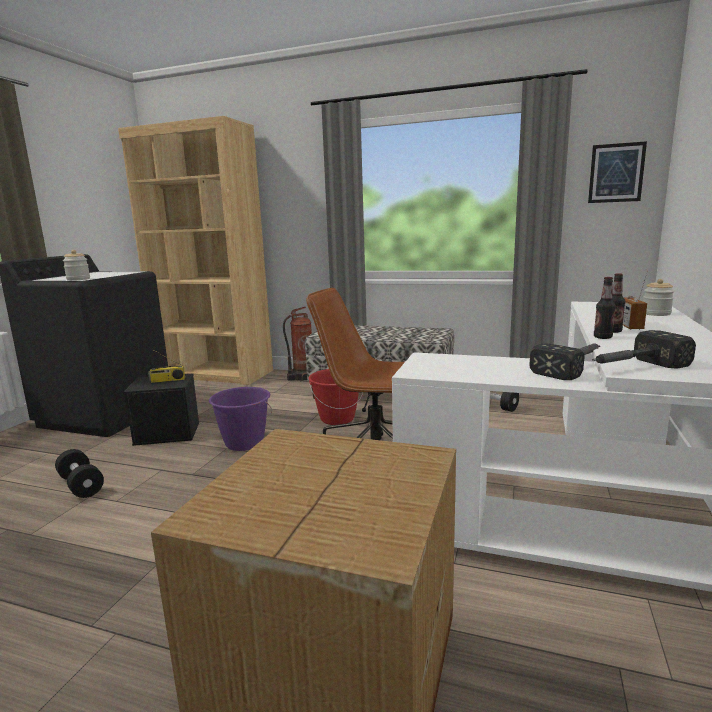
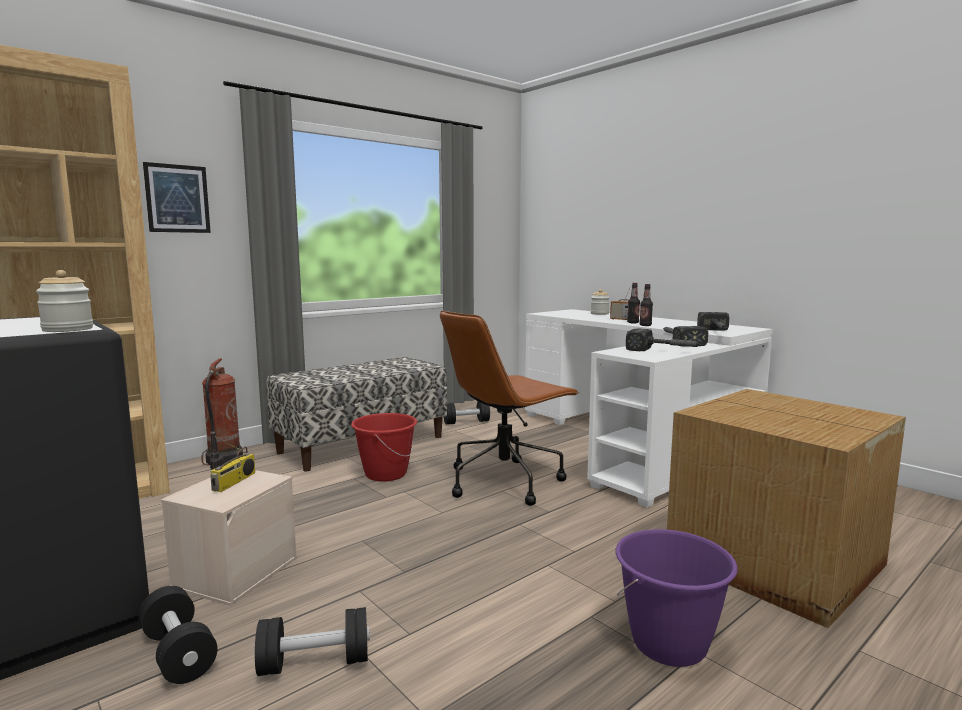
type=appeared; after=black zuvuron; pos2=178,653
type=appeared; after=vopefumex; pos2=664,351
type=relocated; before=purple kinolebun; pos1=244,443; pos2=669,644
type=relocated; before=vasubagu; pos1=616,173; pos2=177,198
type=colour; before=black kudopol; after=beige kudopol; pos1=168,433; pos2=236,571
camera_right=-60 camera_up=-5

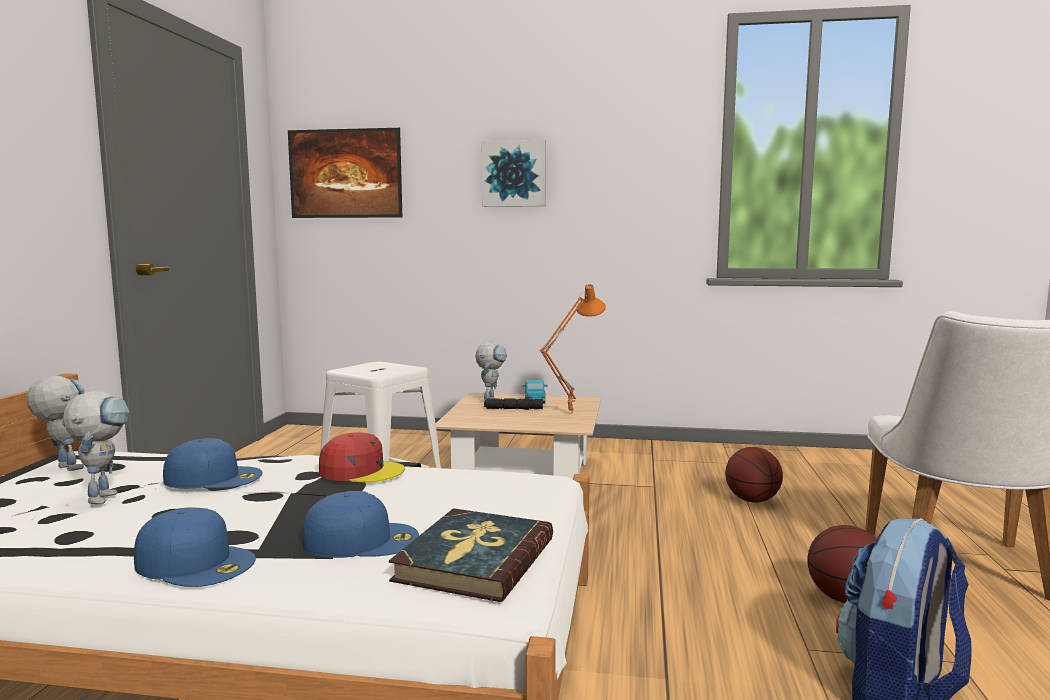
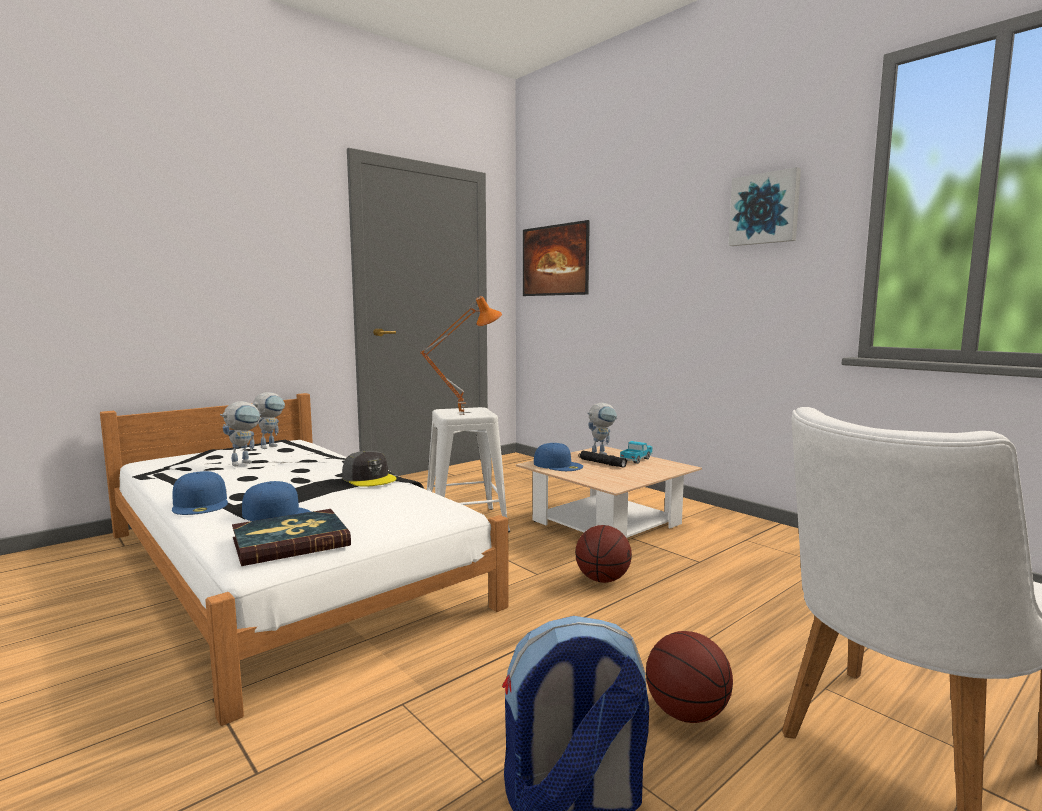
type=relocated; before=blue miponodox; pos1=214,477; pos2=558,465
type=relocated; before=vasubagu; pos1=514,174; pos2=765,209
type=relocated; before=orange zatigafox; pos1=569,413; pos2=462,414
type=relocated; before=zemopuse; pos1=752,500; pos2=602,579
type=colour; before=red miponodox; after=grey miponodox; pos1=361,471; pos2=369,478
type=spun; before=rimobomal; pos1=63,467; pos2=271,446; turn=45
camera_right=40 camera_up=0

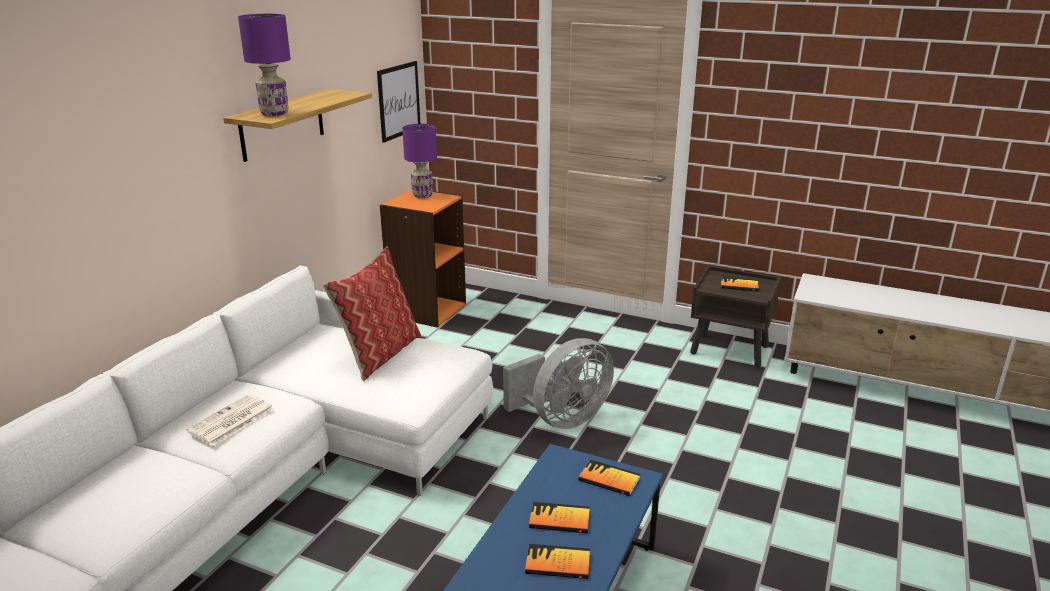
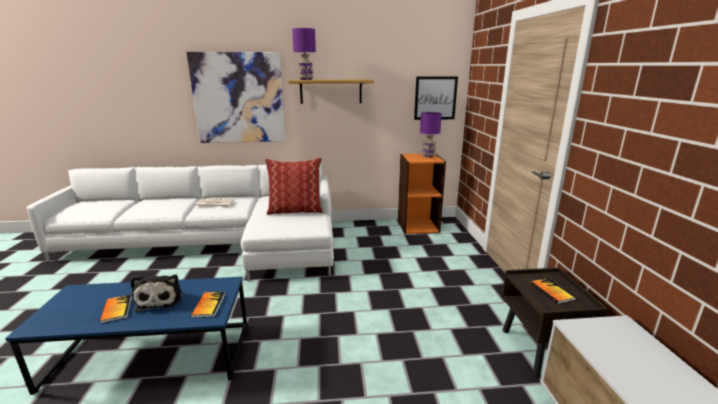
type=missing; before=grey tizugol; pos1=562,419
type=appeared; after=vasubagu; pos2=239,98
type=exchanged; before=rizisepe; after=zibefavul; pos1=559,519; pos2=161,299
camera_right=60 camera_up=-5

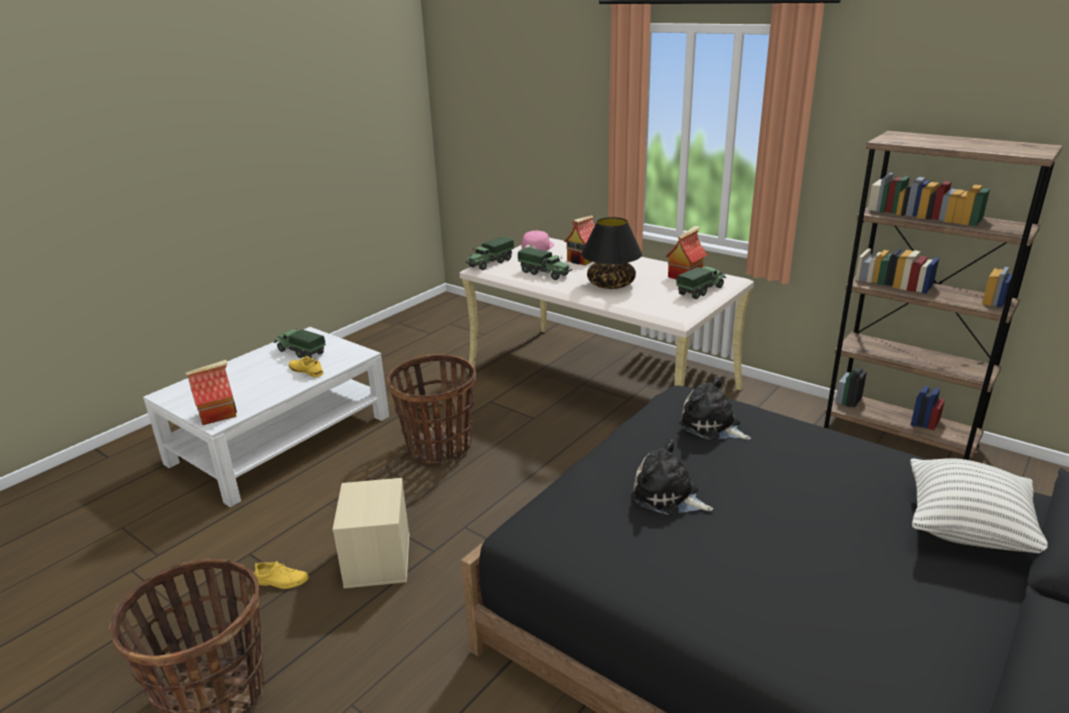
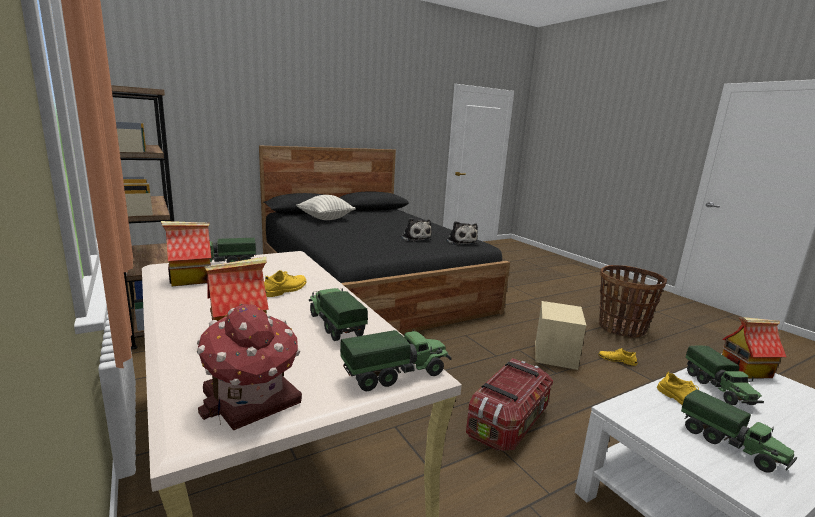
type=appeared; after=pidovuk; pos2=718,389
type=relocated; before=zibefavul; pos1=712,426; pos2=460,242
type=exchanged; before=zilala; after=kudopol; pos1=439,447; pos2=508,422
type=exchanged; before=pink miponodox; after=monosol; pos1=537,247; pos2=252,400
type=exchanged; before=black zatigafox; after=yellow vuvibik; pos1=611,284; pos2=285,289
camera_right=-160 camera_up=-10

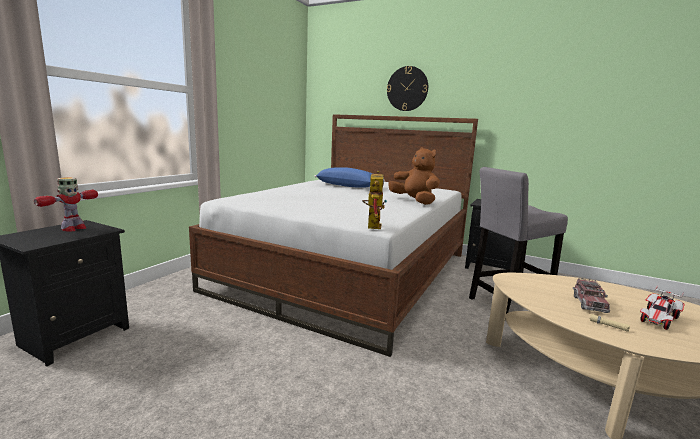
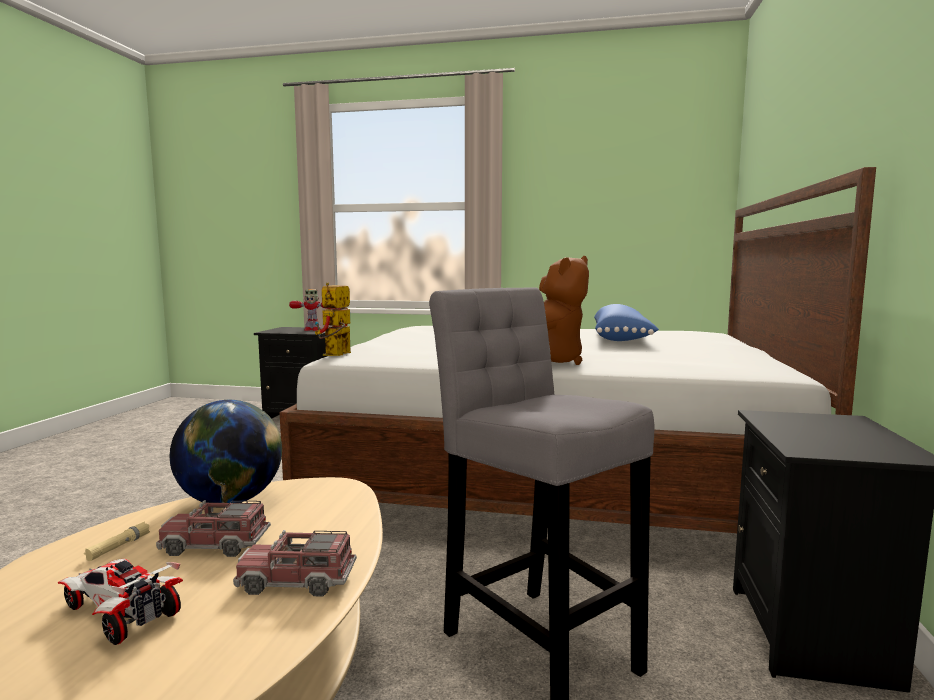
type=missing; before=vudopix; pos1=407,88
type=appeared; after=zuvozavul; pos2=231,502
type=appeared; after=pidovuk; pos2=297,581
type=spun; before=rimobomal; pos1=372,225; pos2=336,355; turn=120
camera_right=75 camera_up=-5

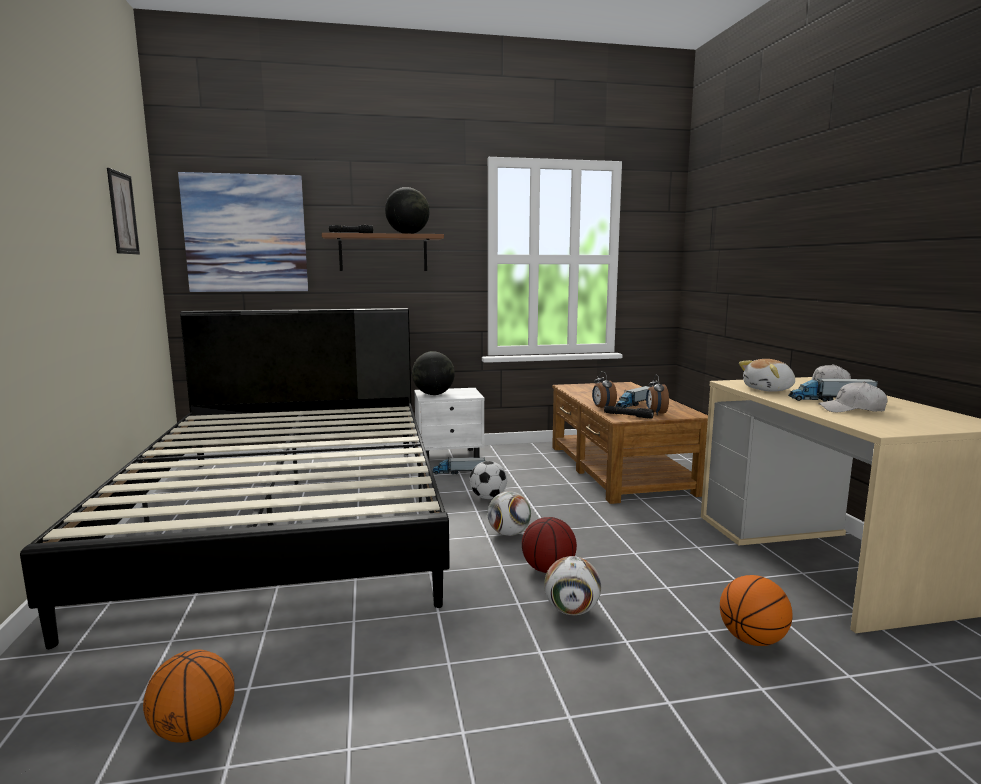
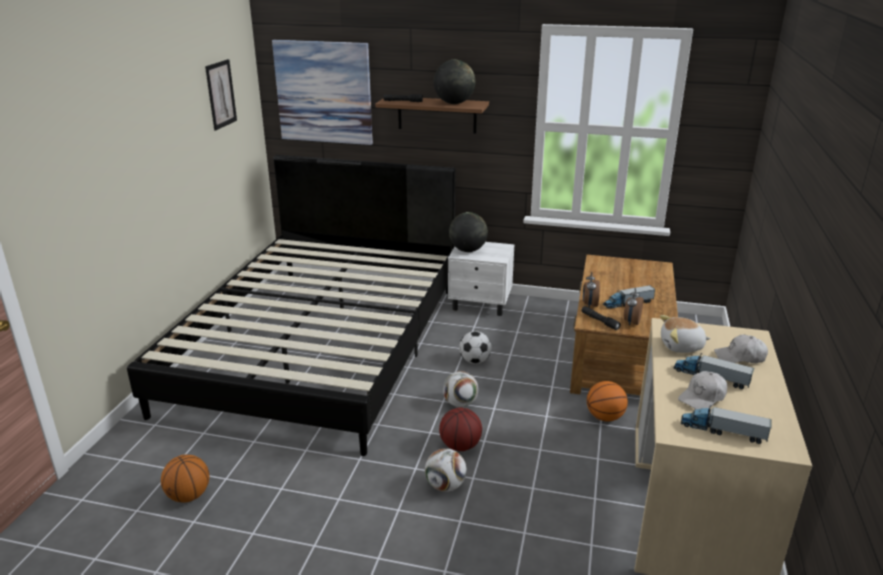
type=relocated; before=pidovuk; pos1=458,472; pos2=723,431
type=relocated; before=zemopuse; pos1=752,639; pos2=604,417
type=spun; before=white miponodox; pos1=852,410; pos2=702,397; turn=-75
camera_right=25 camera_up=15

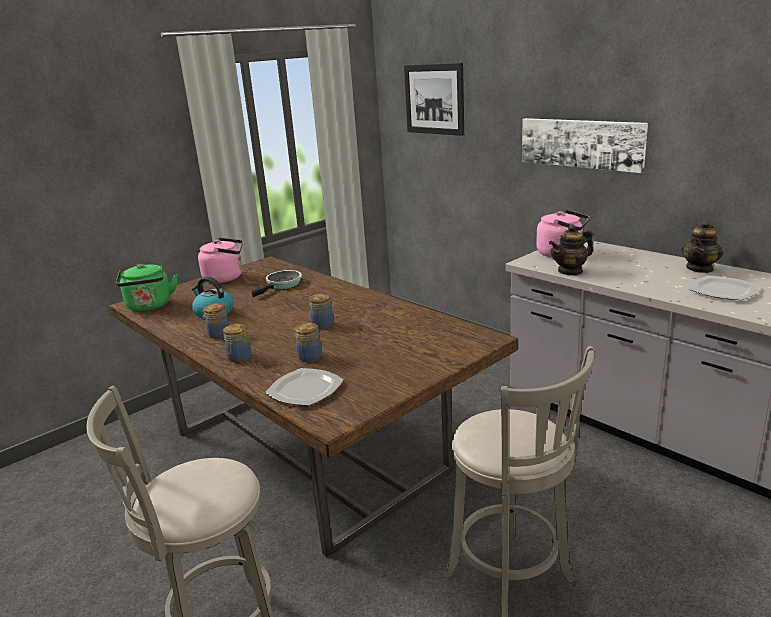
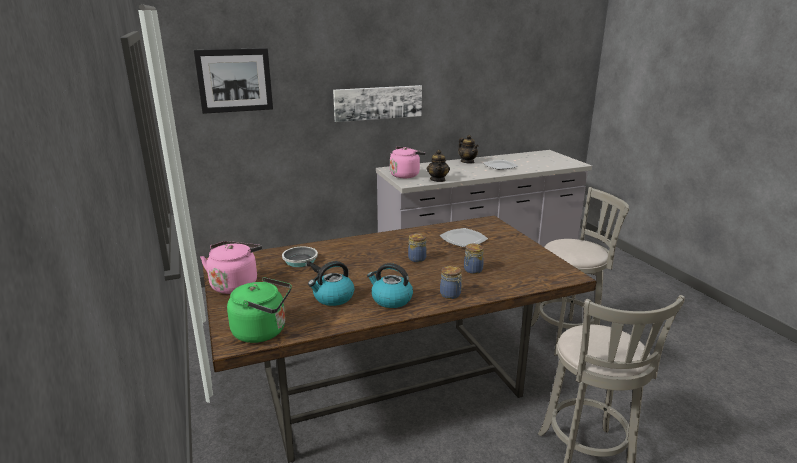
type=relocated; before=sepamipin; pos1=306,389; pos2=463,239
type=exchanged; before=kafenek; after=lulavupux; pos1=218,334; pos2=391,299
camera_right=-70 camera_up=0

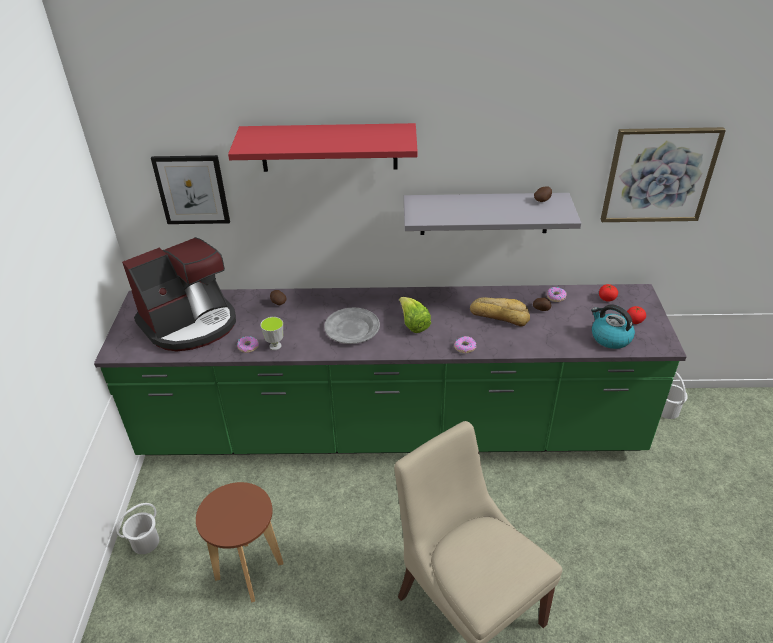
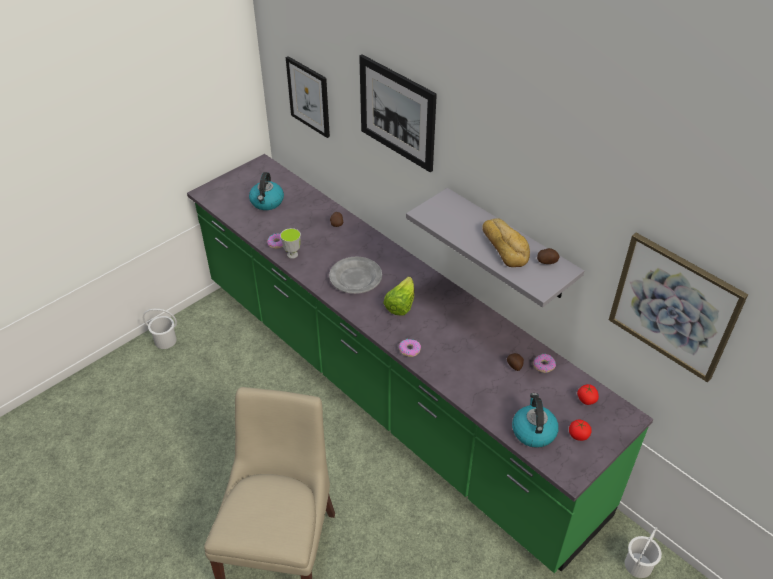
type=missing; before=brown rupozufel; pos1=249,571
type=relocated; before=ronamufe; pos1=499,315; pos2=505,246
type=exchanged; before=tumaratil; after=lulavupux; pos1=190,323; pos2=267,202
type=exchanged; before=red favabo; after=vasubagu; pos1=328,147; pos2=397,113
camera_right=45 camera_up=5

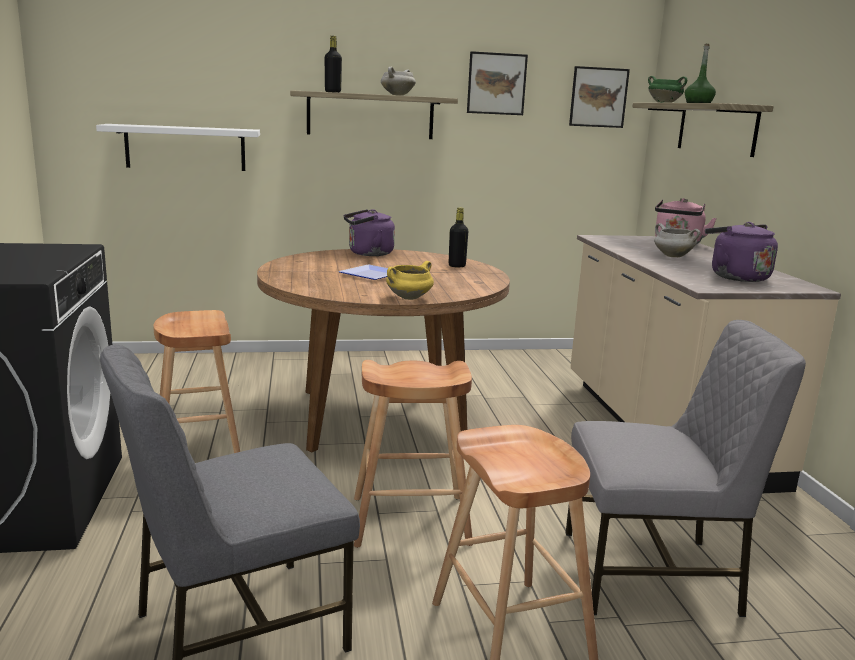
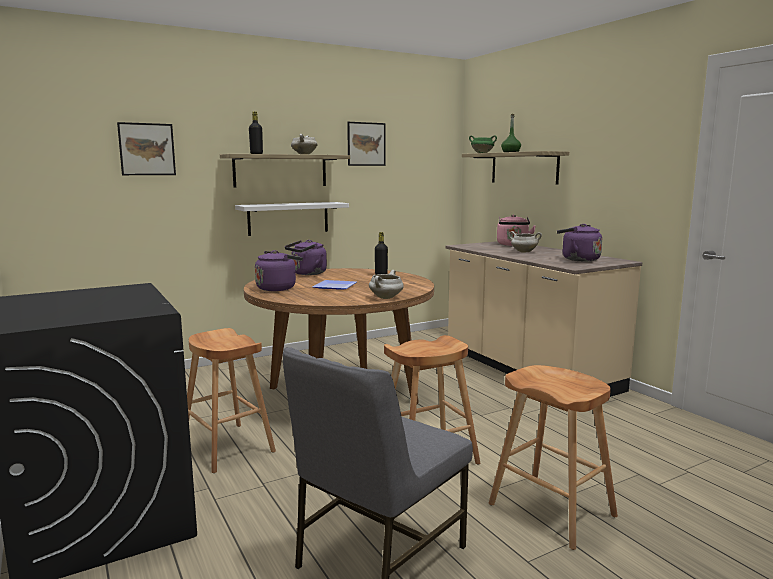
type=missing; before=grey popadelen; pos1=652,574
type=appeared; after=purple lulavupux; pos2=278,288
type=relocated; before=white favabo; pos1=185,148; pos2=288,218
type=relocated; before=vasubagu; pos1=598,97; pos2=147,149
type=colour; before=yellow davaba; after=white davaba; pos1=409,298; pos2=386,298
camera_right=-20 camera_up=-5

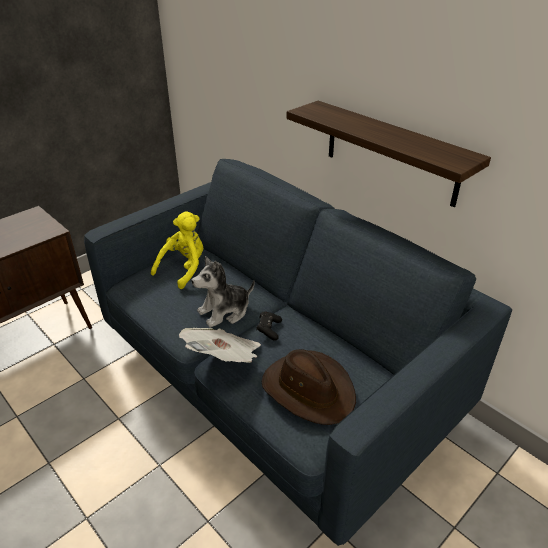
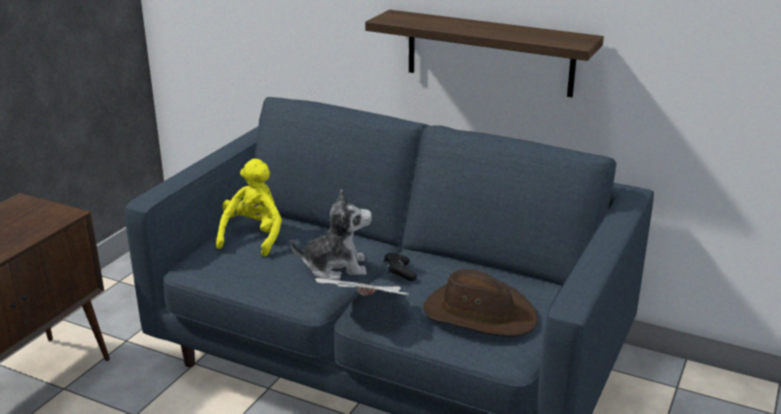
type=spun; before=zibefavul; pos1=224,312; pos2=335,267; turn=-135
camera_right=-20 camera_up=-10

